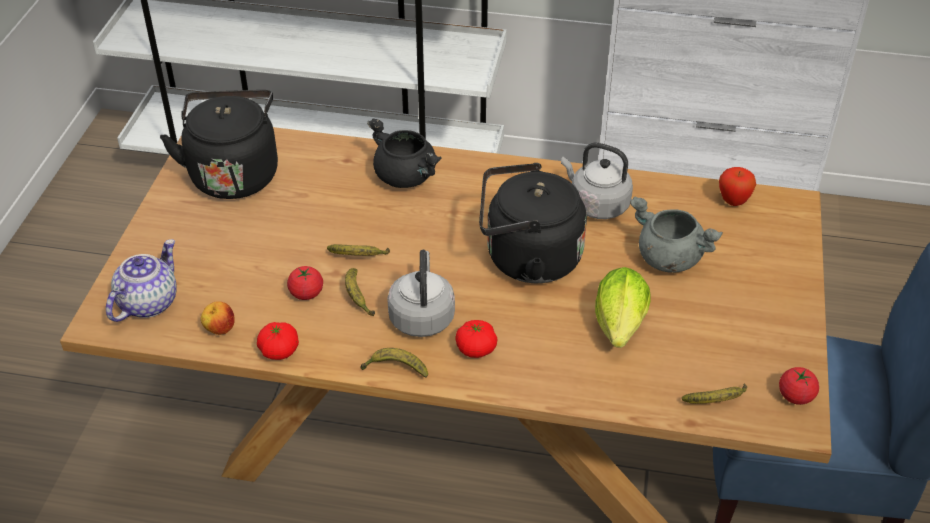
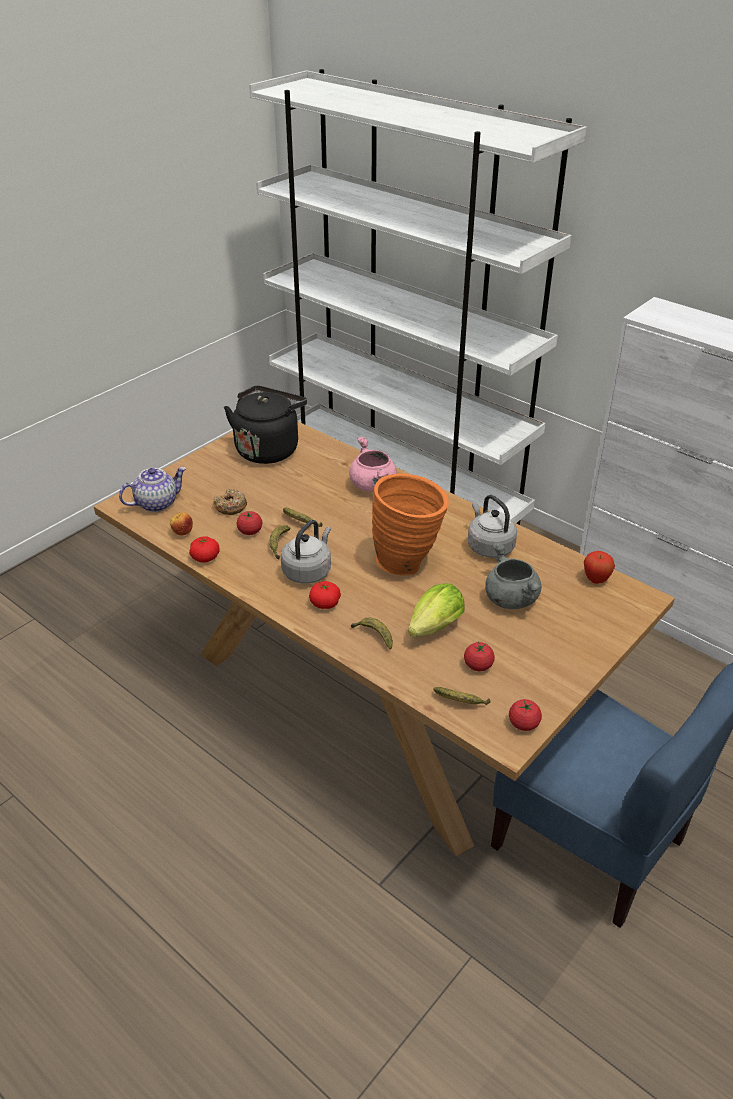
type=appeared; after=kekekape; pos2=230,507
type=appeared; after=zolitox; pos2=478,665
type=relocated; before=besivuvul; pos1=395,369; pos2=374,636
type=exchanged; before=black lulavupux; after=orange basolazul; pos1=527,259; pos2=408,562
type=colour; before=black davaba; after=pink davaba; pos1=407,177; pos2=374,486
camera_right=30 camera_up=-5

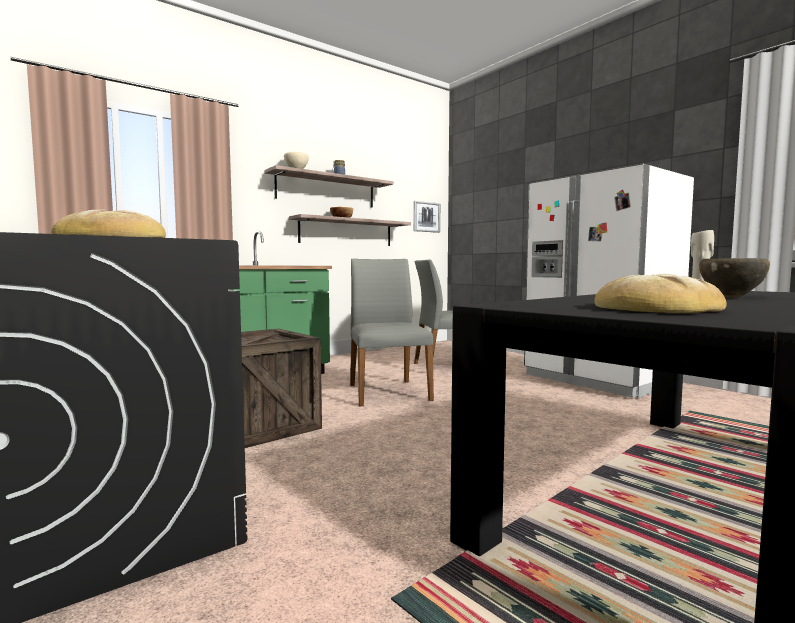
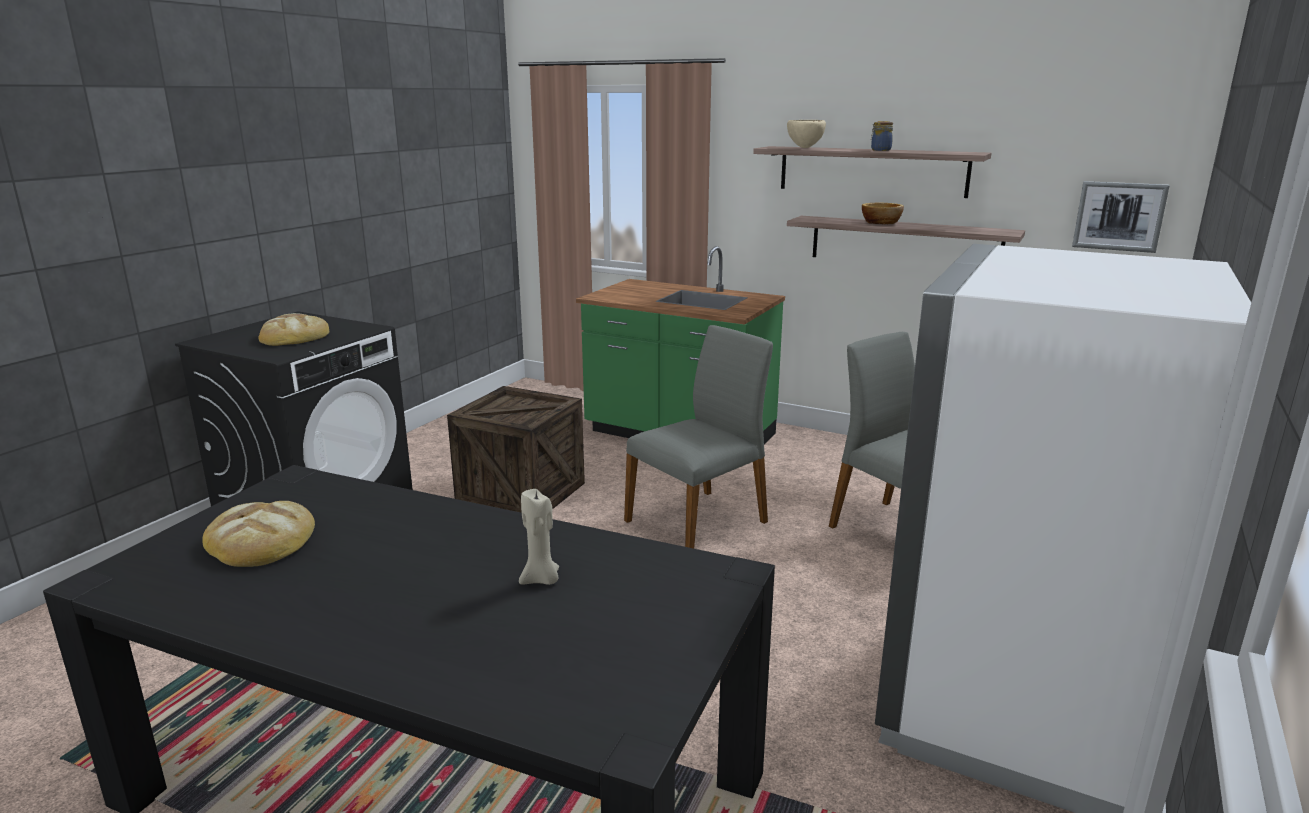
type=missing; before=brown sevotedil; pos1=731,297
camera_right=65 camera_up=15

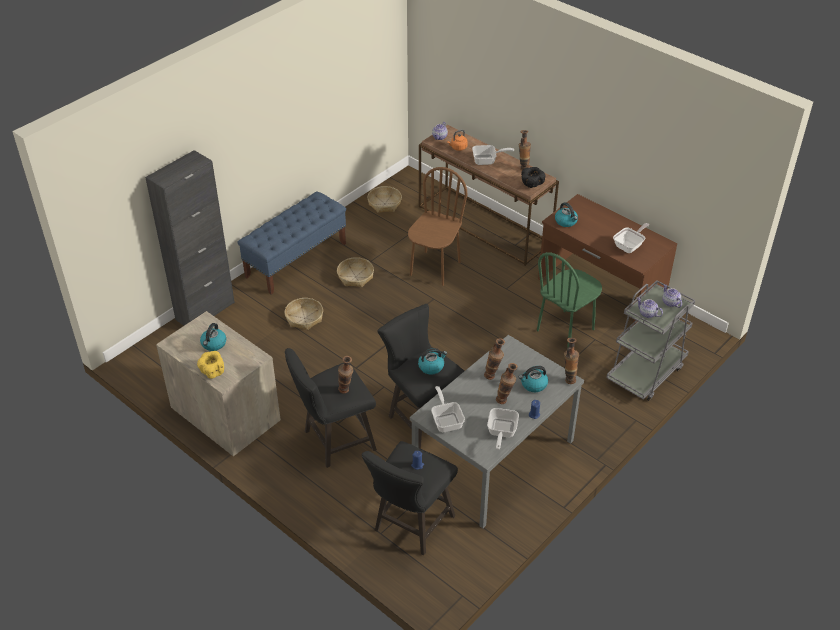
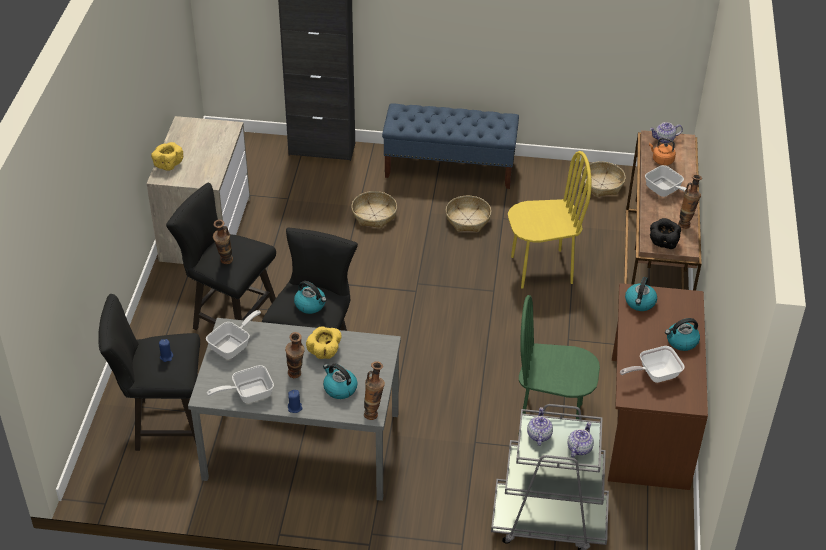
type=relocated; before=lulavupux; pos1=213,344; pos2=681,341
type=exchanged; before=basolazul; after=yellow sevotedil; pos1=493,376; pos2=325,352
type=colour; before=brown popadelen; after=yellow popadelen; pos1=434,268; pos2=541,269
type=spun; before=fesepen; pos1=630,246; pos2=654,375; turn=150
camera_right=55 camera_up=0

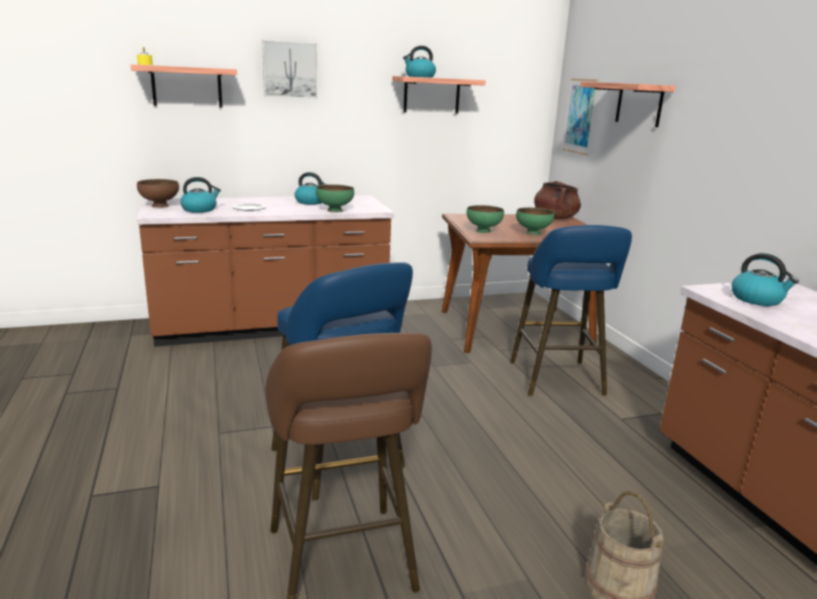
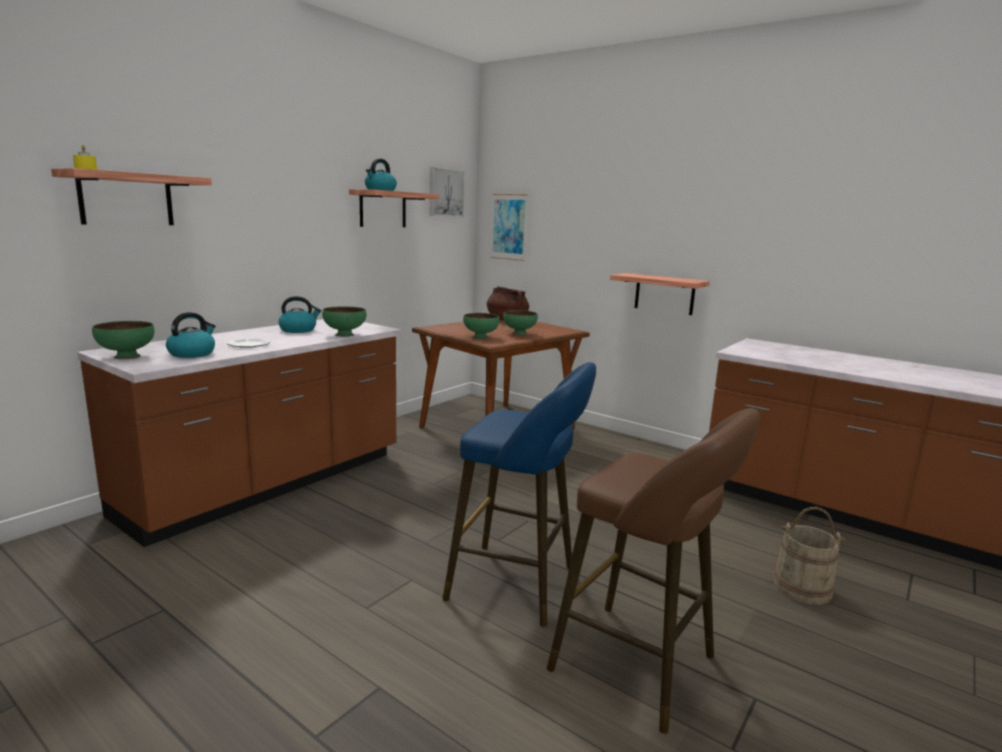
type=missing; before=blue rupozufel; pos1=558,381
type=missing; before=lulavupux; pos1=757,299
type=relocated; before=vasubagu; pos1=290,70; pos2=445,192
type=relocated; before=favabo; pos1=639,104; pos2=664,294
type=colour; before=brown sevotedil; after=green sevotedil; pos1=159,206; pos2=126,357
camera_right=-35 camera_up=-5

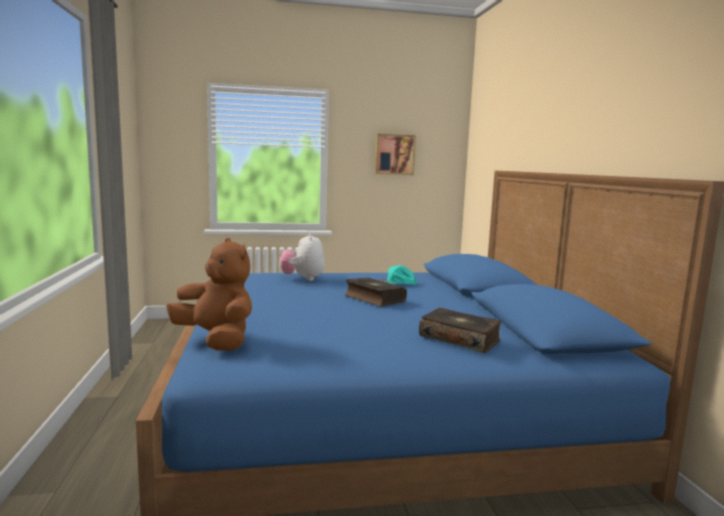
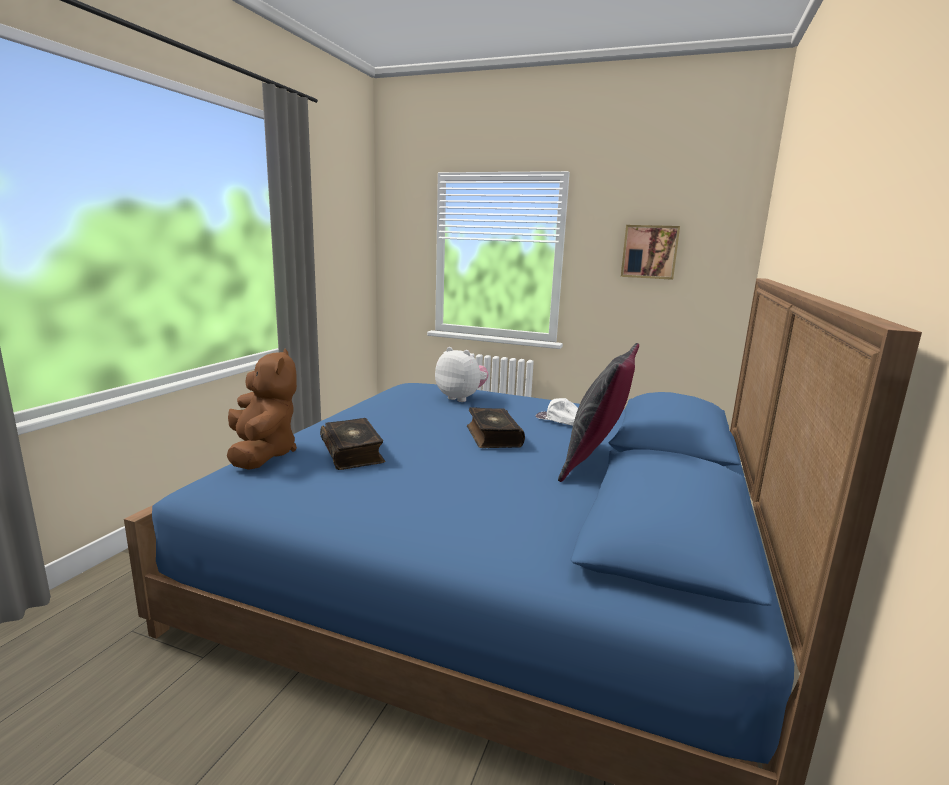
type=appeared; after=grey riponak; pos2=595,463
type=relocated; before=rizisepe; pos1=460,339; pos2=353,452
type=colour; before=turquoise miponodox; after=white miponodox; pos1=397,283; pos2=559,420
type=spun; before=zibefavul; pos1=303,279; pos2=461,398; turn=105
camera_right=30 camera_up=5

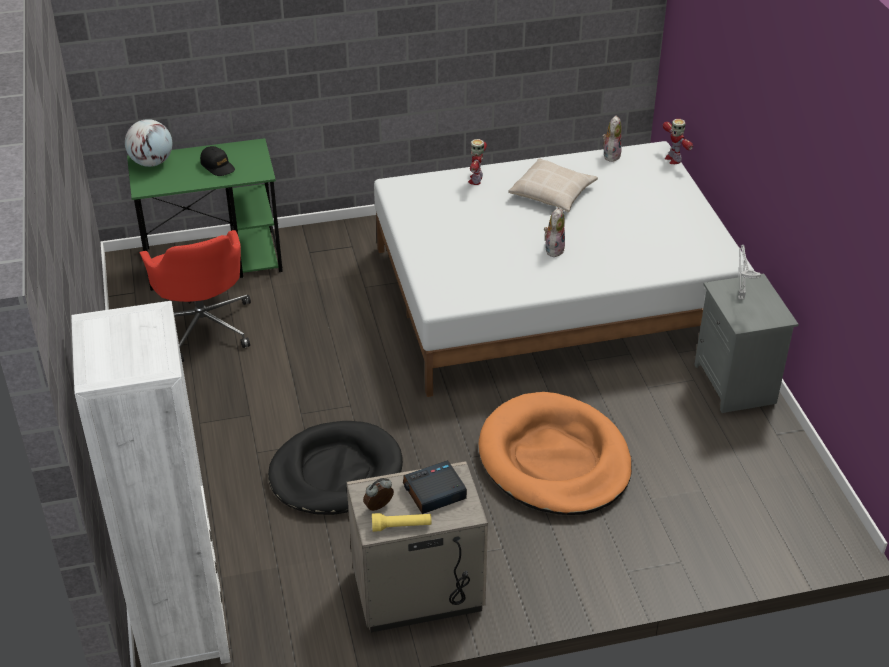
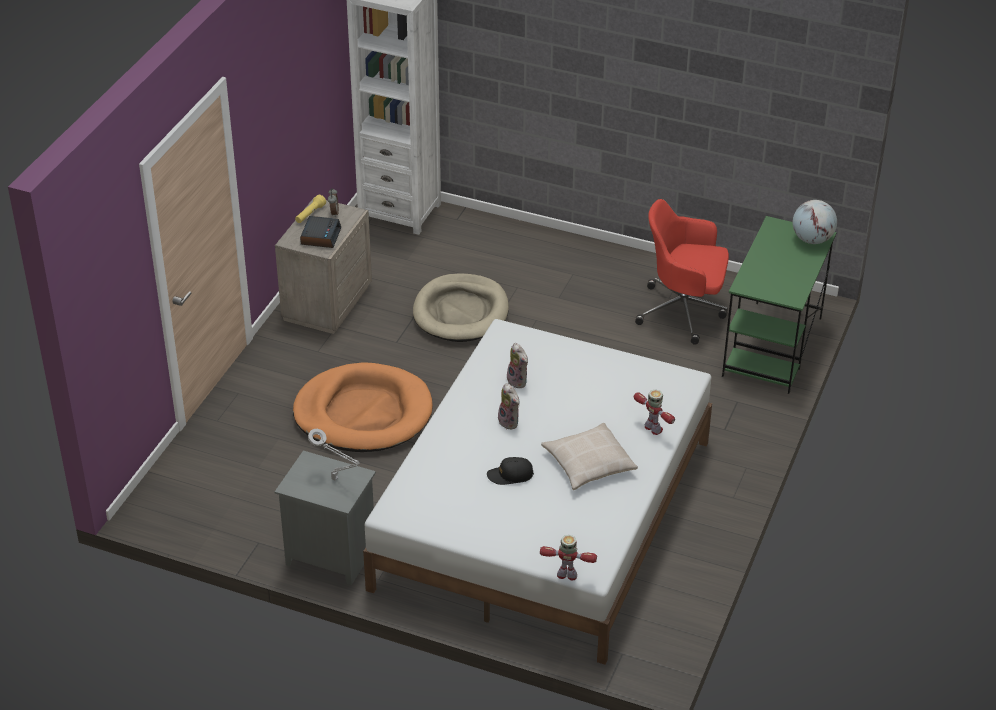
type=relocated; before=black miponodox; pos1=218,166; pos2=510,475
type=relocated; before=zibefavul; pos1=610,155; pos2=518,381
type=colour; before=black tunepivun; after=beige tunepivun; pos1=336,472; pos2=461,312
camera_right=125 camera_up=0

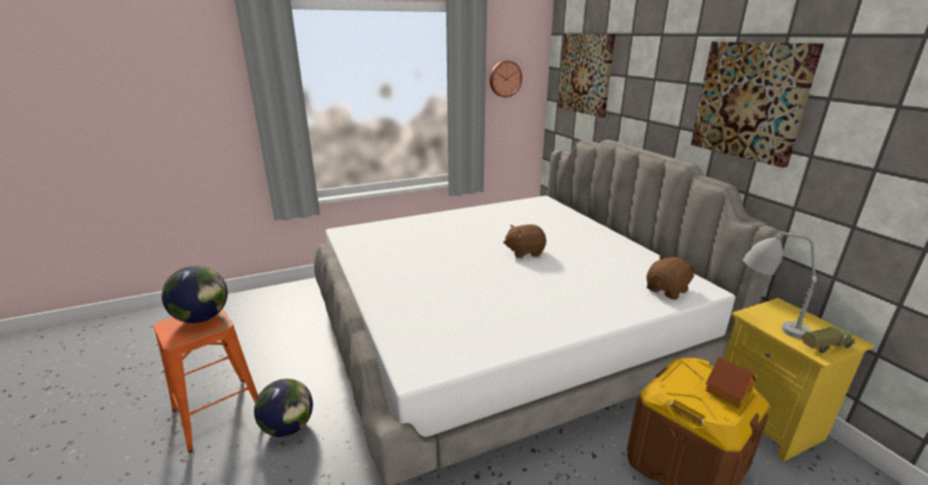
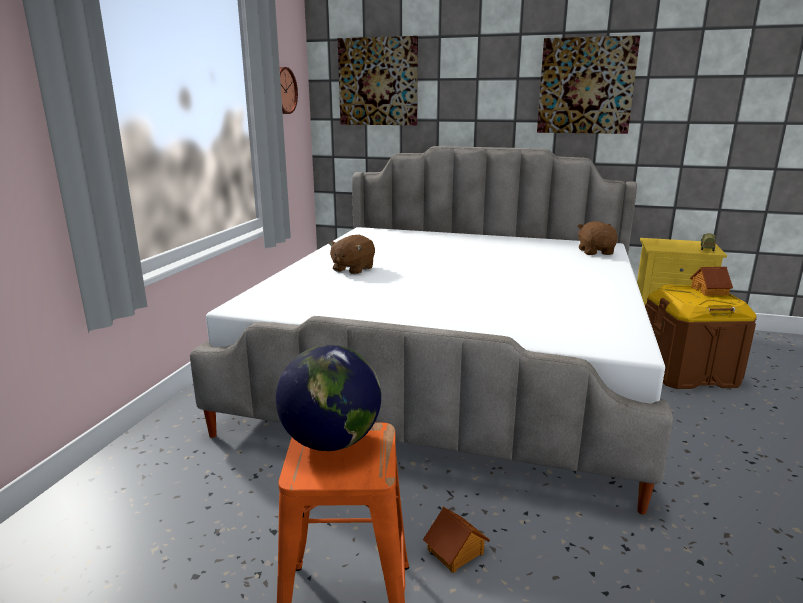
type=missing; before=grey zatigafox; pos1=764,322
type=relocated; before=brown zibefavul; pos1=524,252; pos2=352,269
type=exchanged; before=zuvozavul; after=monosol; pos1=288,427; pos2=456,551
camera_right=-50 camera_up=-5

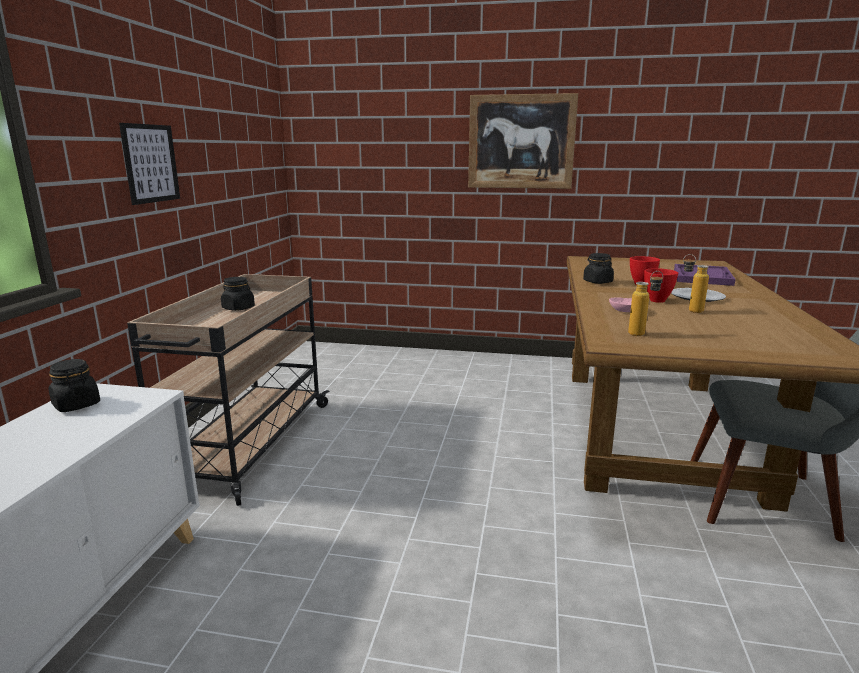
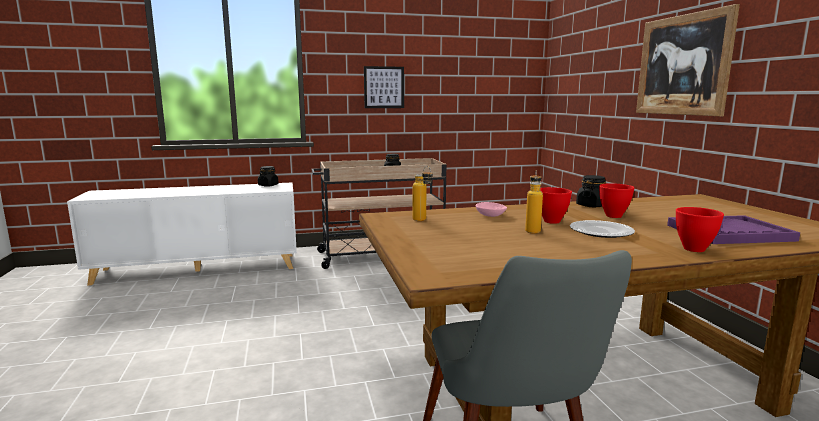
type=appeared; after=red sevotedil; pos2=693,249
camera_right=65 camera_up=-5

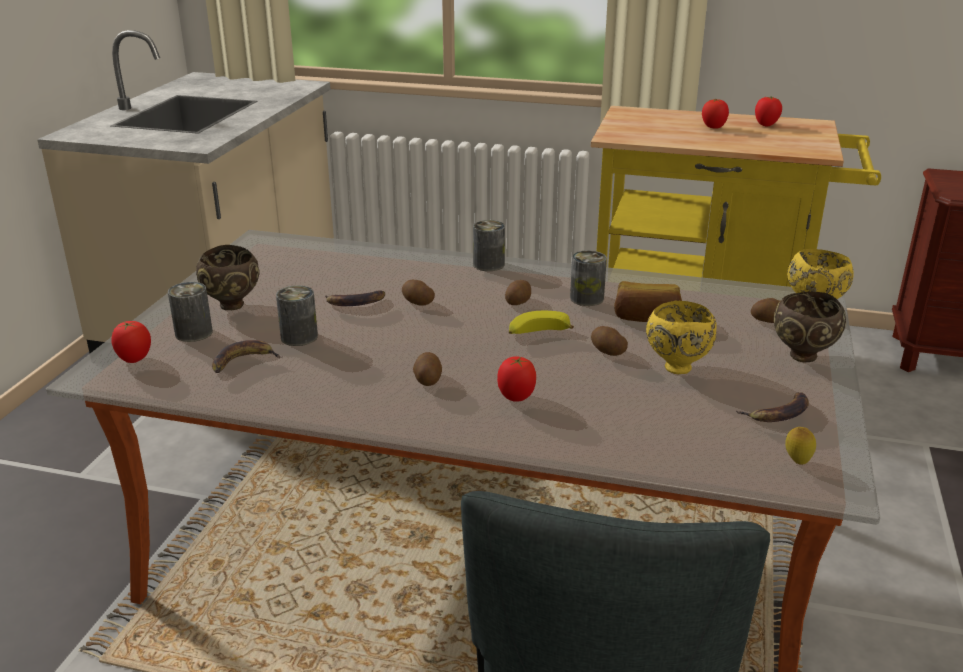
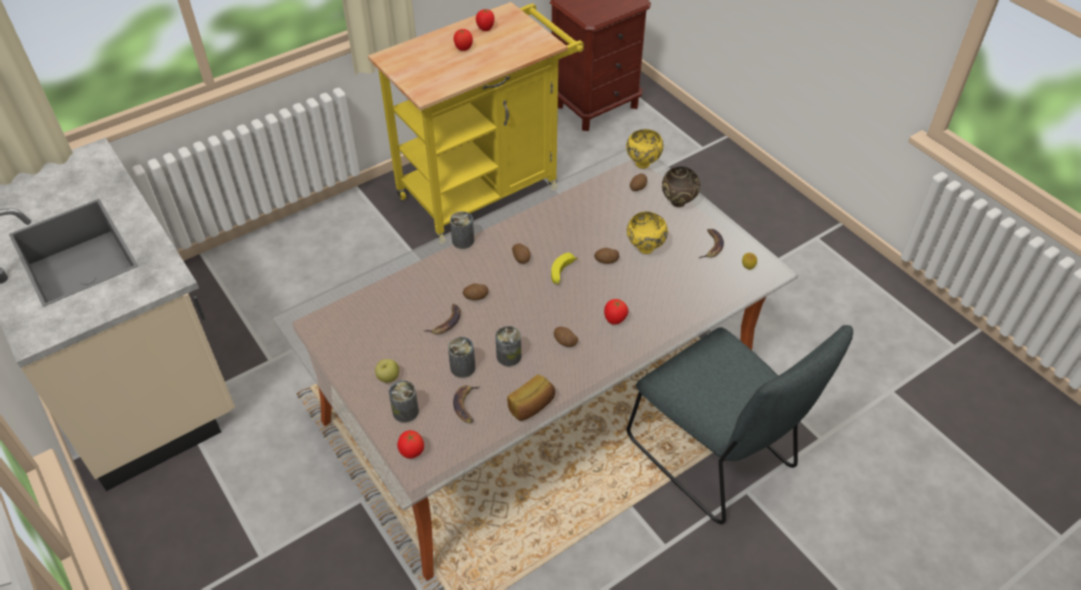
type=relocated; before=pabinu; pos1=586,298; pos2=509,356
type=relocated; before=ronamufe; pos1=646,318; pos2=532,406
type=exchanged; before=brown sevotedil; after=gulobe; pos1=232,306; pos2=388,378
camera_right=-50 camera_up=20

